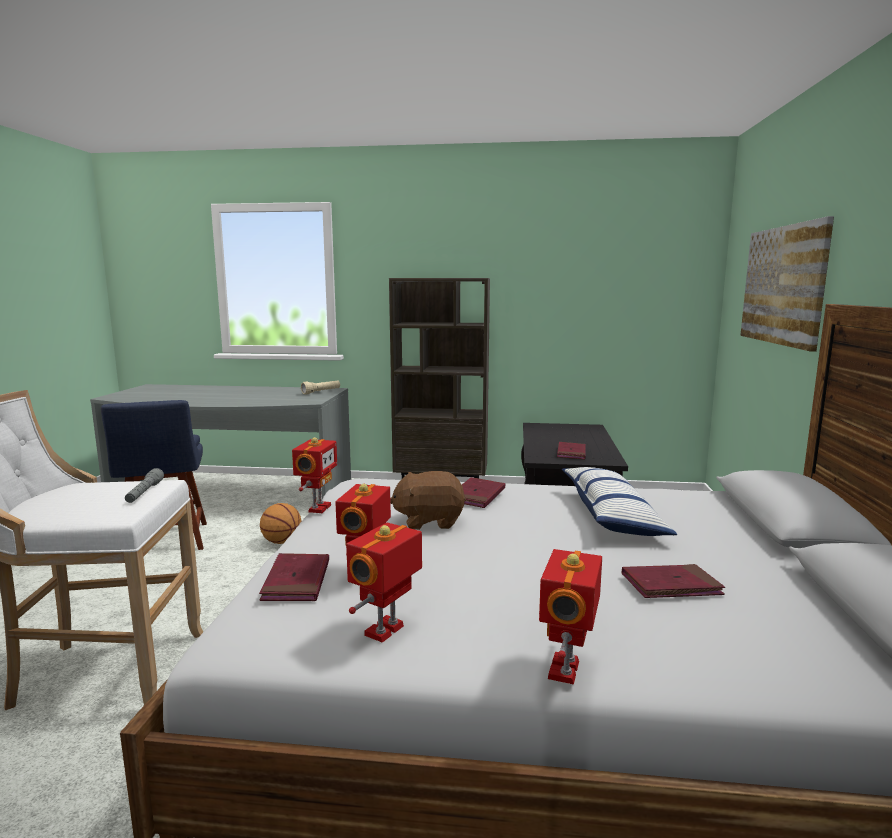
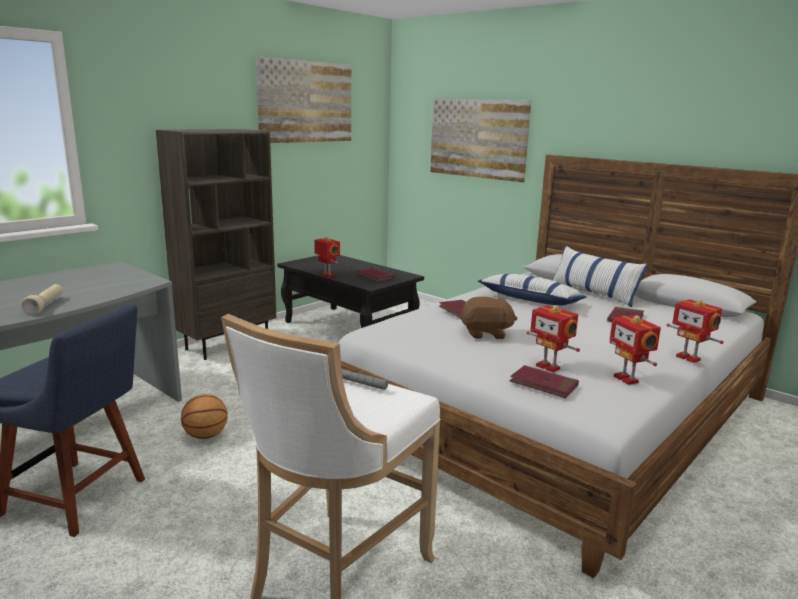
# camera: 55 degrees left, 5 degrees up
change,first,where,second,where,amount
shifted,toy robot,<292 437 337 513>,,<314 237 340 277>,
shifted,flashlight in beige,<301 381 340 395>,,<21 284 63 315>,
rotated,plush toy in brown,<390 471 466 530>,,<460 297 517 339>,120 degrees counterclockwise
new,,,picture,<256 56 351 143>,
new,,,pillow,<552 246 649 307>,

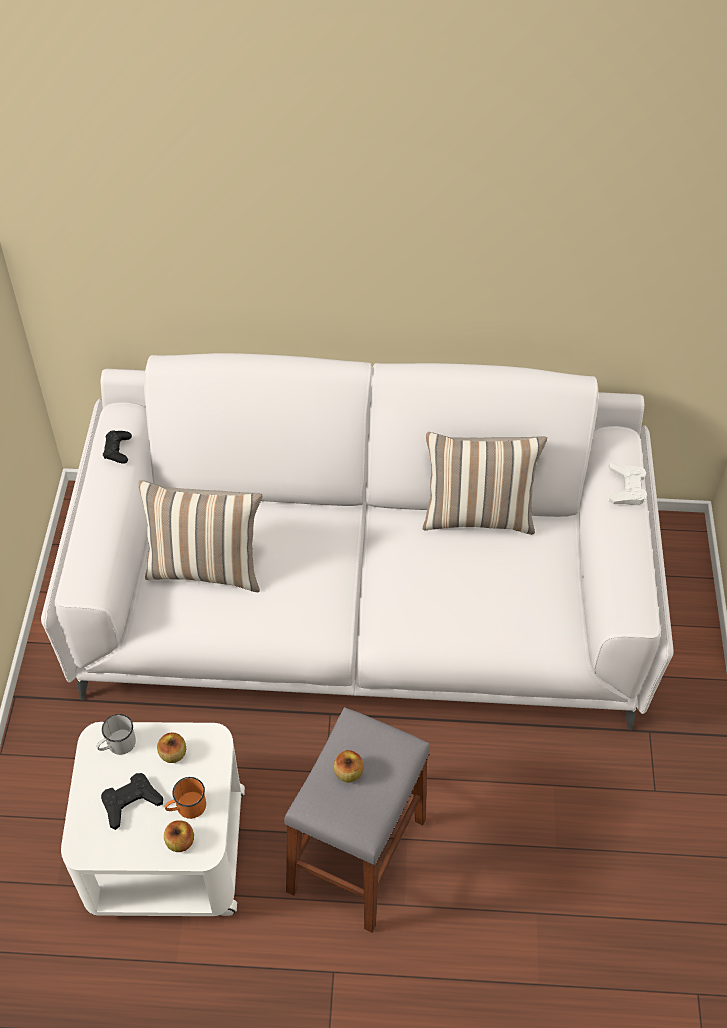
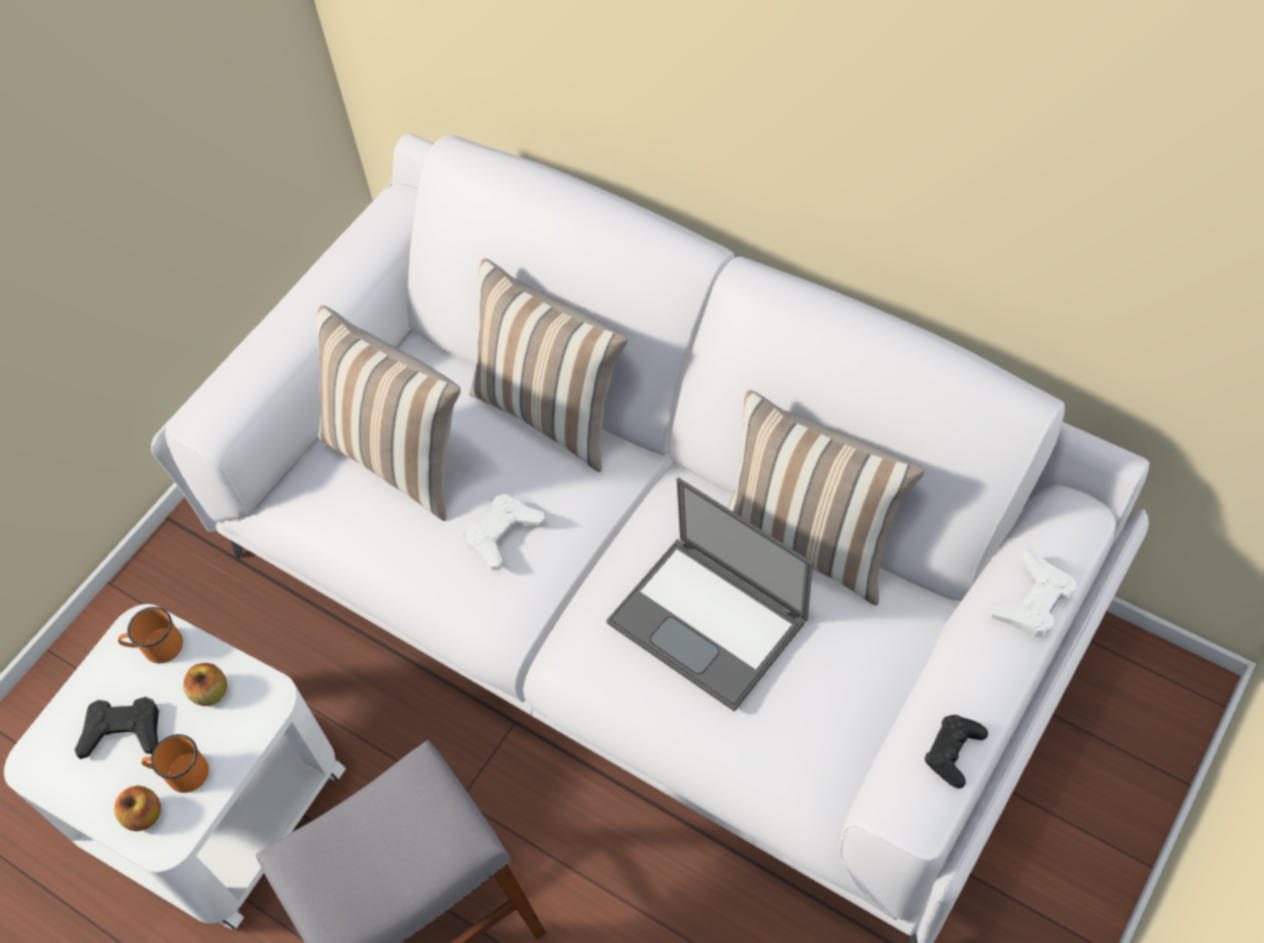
# camera: 35 degrees right, 5 degrees up
change,first,where,second,where,amount
repainted,mug in white,<97 714 136 755>,mug in orange,<118 607 183 664>,
shifted,game controller in black,<103 430 132 464>,,<925 715 988 789>,
gone,apple,<334 750 363 782>,,,
new,,,game controller in white,<463 494 546 571>,
new,,,pillow,<470 259 627 472>,
new,,,laptop,<606 478 813 712>,

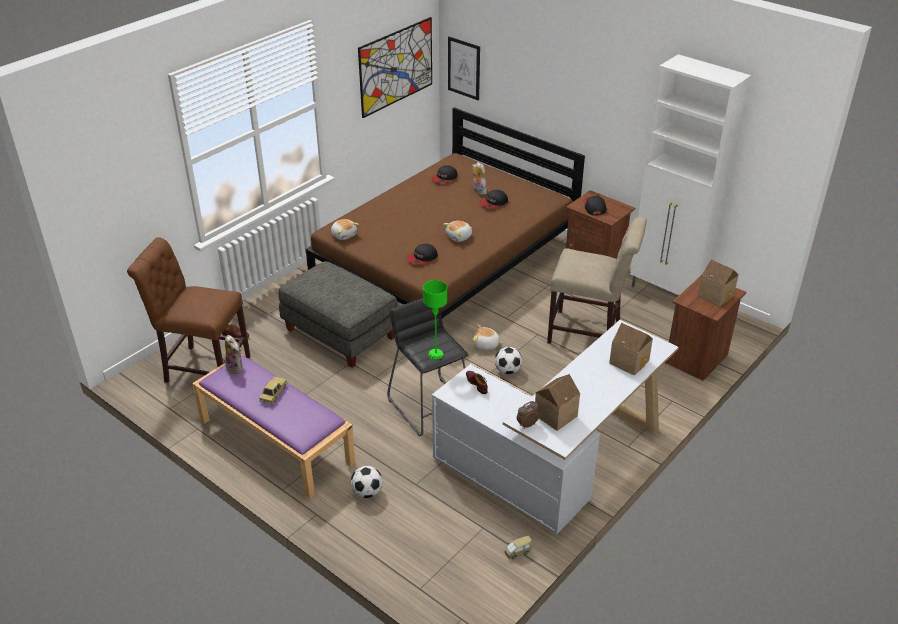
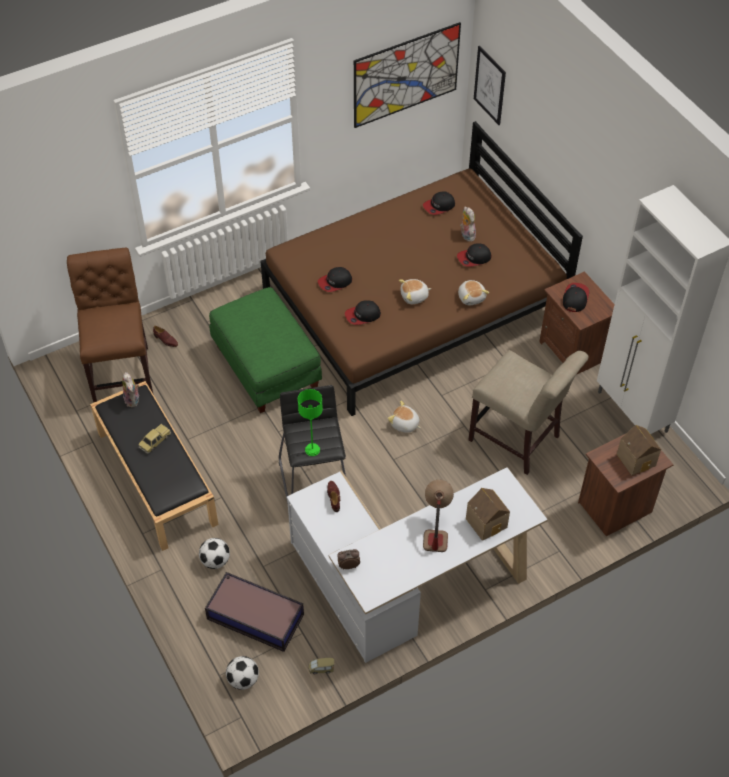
# camera: 20 degrees right, 15 degrees up
change,first,where,second,where,amount
rotated,chair in brown,<127 237 251 383>,,<67 248 154 402>,45 degrees clockwise
repainted,bench in purple,<192 354 355 499>,bench in black,<90 381 218 551>,
repainted,ottoman in grey,<279 261 398 368>,ottoman in green,<209 287 322 413>,
shifted,plush toy,<331 219 359 240>,,<458 280 489 305>,
shifted,football,<495 347 522 374>,,<226 656 259 690>,
gone,toy house,<535 374 580 431>,,,
new,,,storage box,<205 572 304 652>,
new,,,cap,<318 267 352 292>,
new,,,table lamp,<423 480 454 552>,

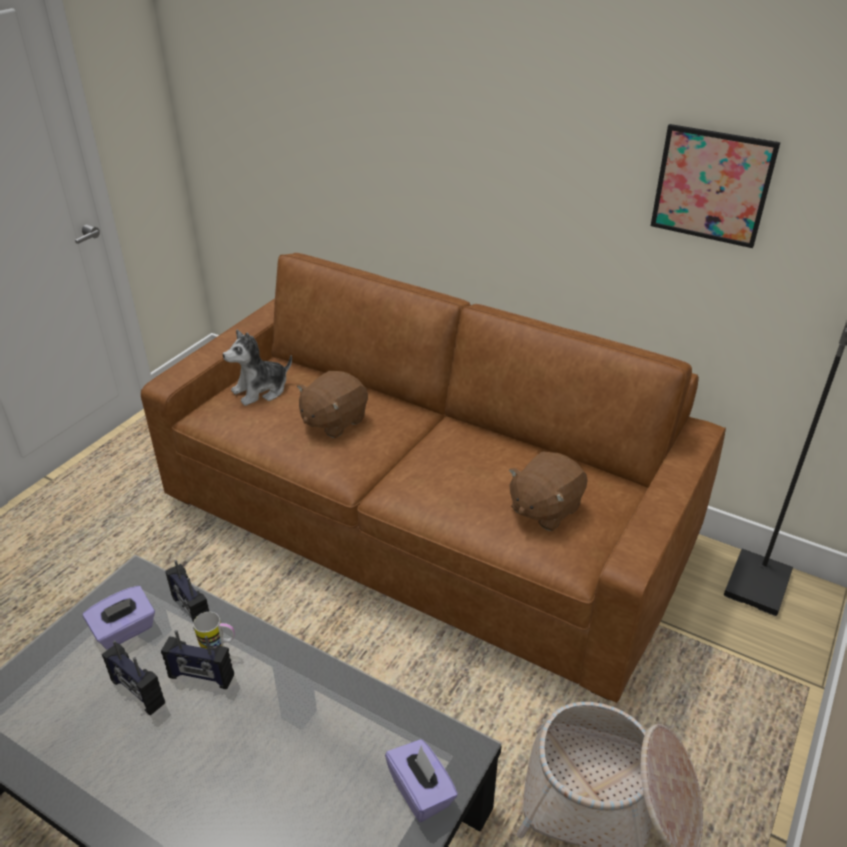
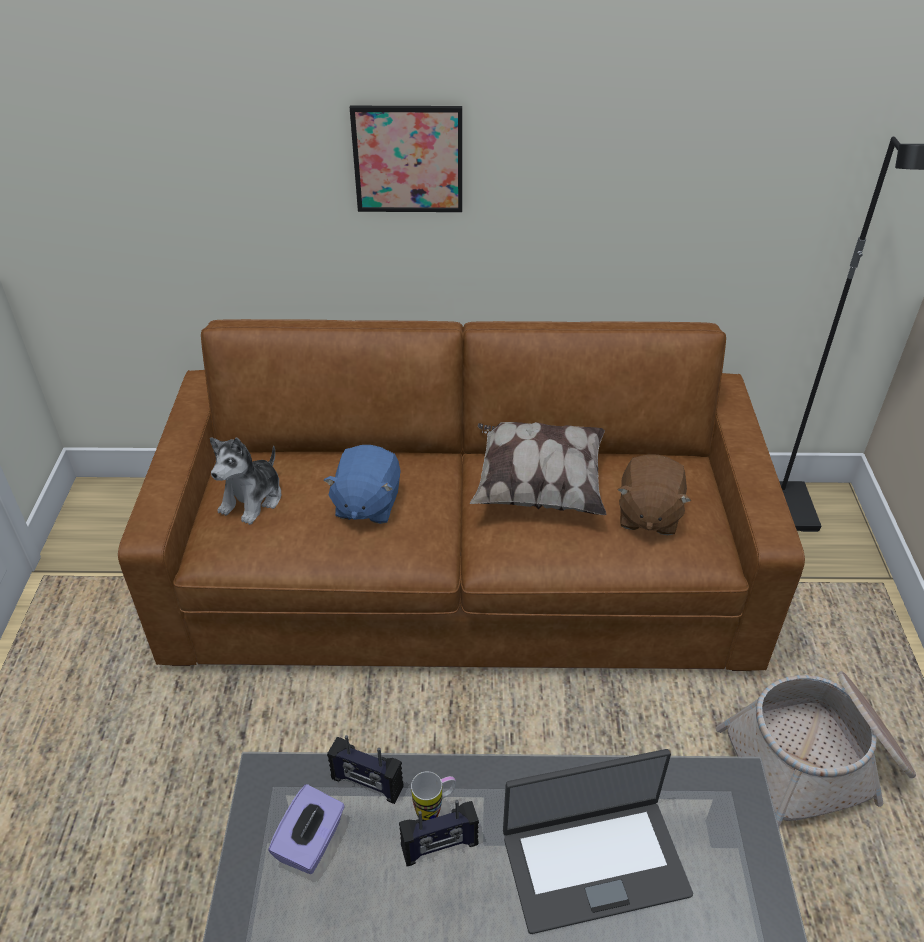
# camera: 30 degrees left, 5 degrees up
change,first,where,second,where,amount
gone,radio,<102 640 165 716>,,,
repainted,plush toy in brown,<297 371 368 438>,plush toy in blue,<323 445 401 524>,
gone,tissue box in purple,<385 739 458 822>,,,
shifted,picture,<651 124 780 248>,,<350 106 462 212>,
new,,,pillow,<470 422 607 515>,
new,,,laptop,<503 749 693 934>,

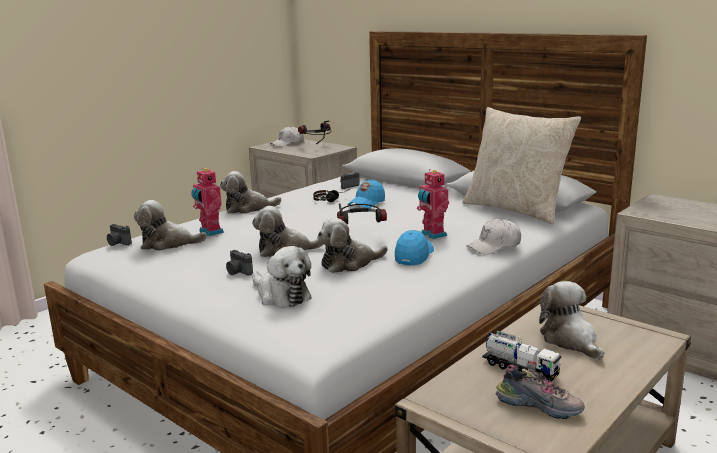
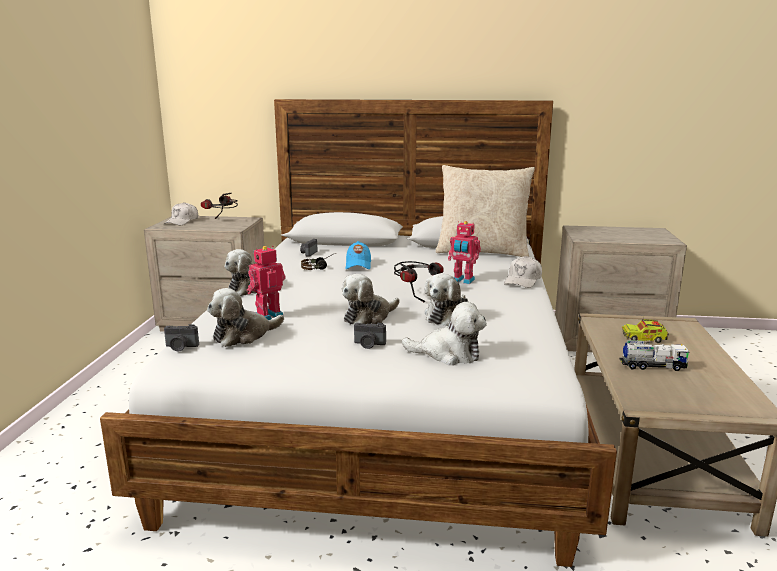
# camera: 35 degrees left, 0 degrees up
change,first,where,second,where,amount
rotated,toy robot,<191 168 224 236>,,<247 246 286 320>,120 degrees clockwise
gone,cap in blue,<395 230 434 266>,,,
gone,shoe,<495 365 585 419>,,,
swapped,plush toy,<539 281 604 360>,toy truck,<622 319 669 343>,

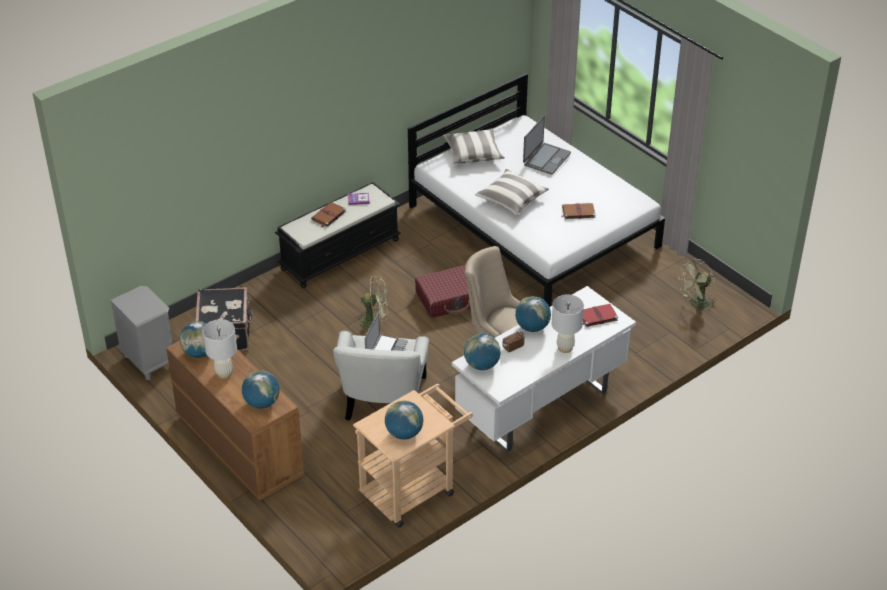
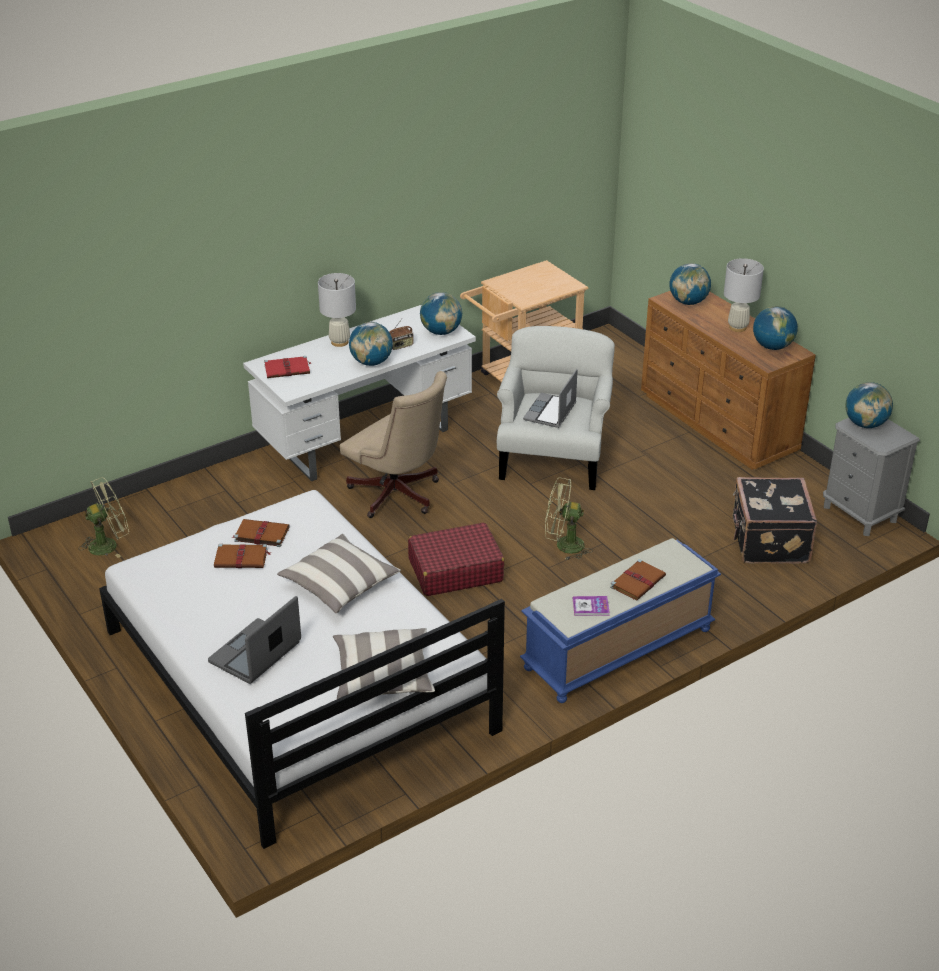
# camera: 175 degrees left, 5 degrees down
change,first,where,second,where,amount
repainted,bench in black,<275 182 401 288>,bench in blue,<520 538 721 703>,
shifted,globe,<385 401 424 440>,,<845 382 893 428>,
new,,,book in brown,<232 519 289 547>,

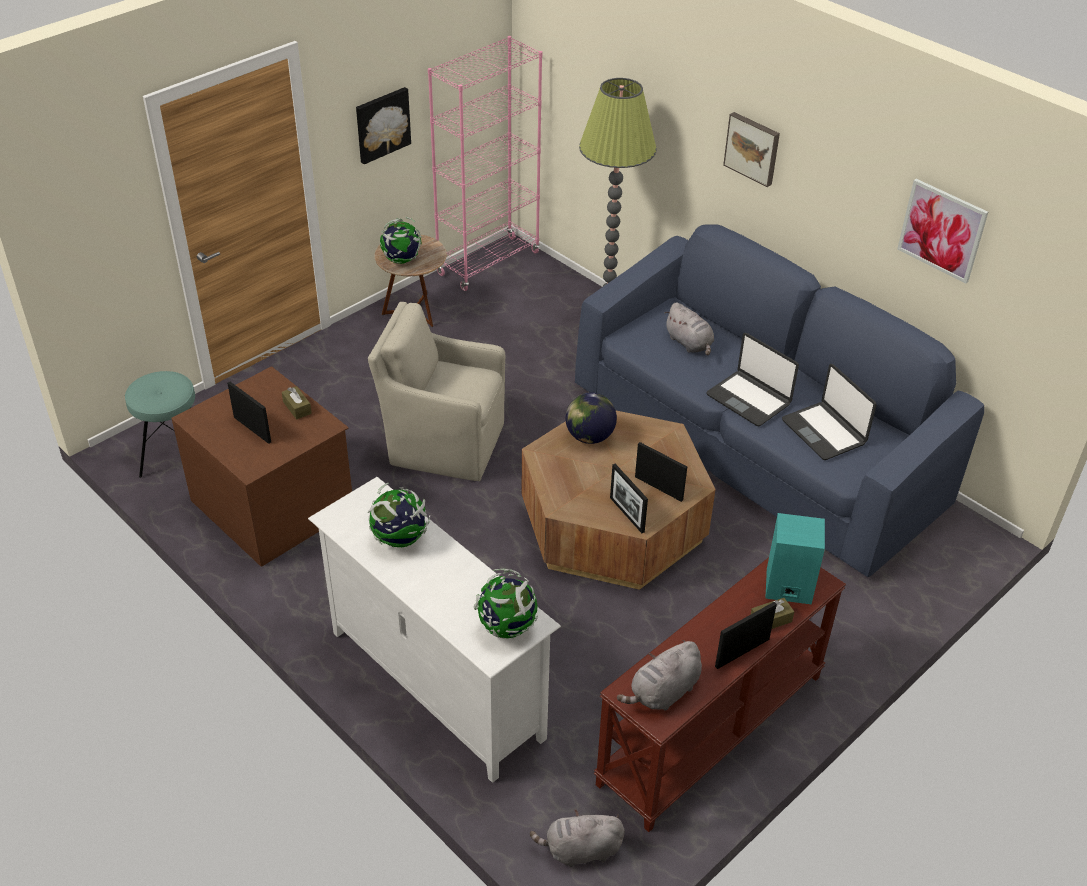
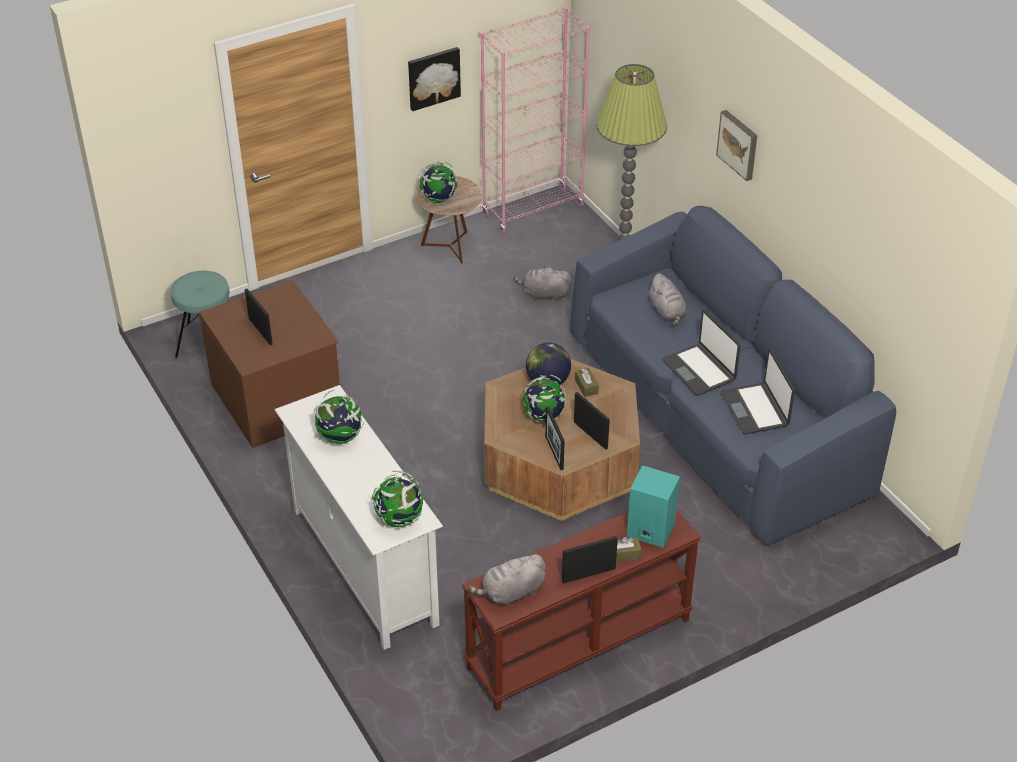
# camera: 15 degrees right, 0 degrees up
change,first,where,second,where,amount
shifted,tissue box in brown,<282 386 312 419>,,<575 368 599 397>,
gone,armchair in beige,<368 302 505 481>,,,
shifted,plush toy in grey,<530 810 625 867>,,<514 265 572 302>,
gone,picture,<897 179 988 283>,,,
new,,,globe,<523 375 567 423>,

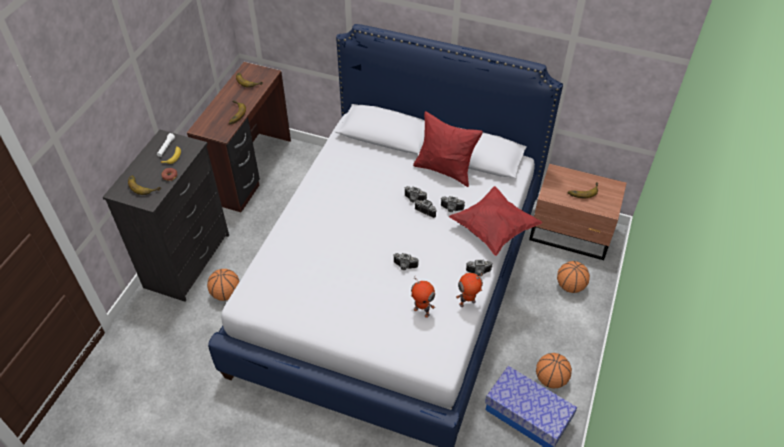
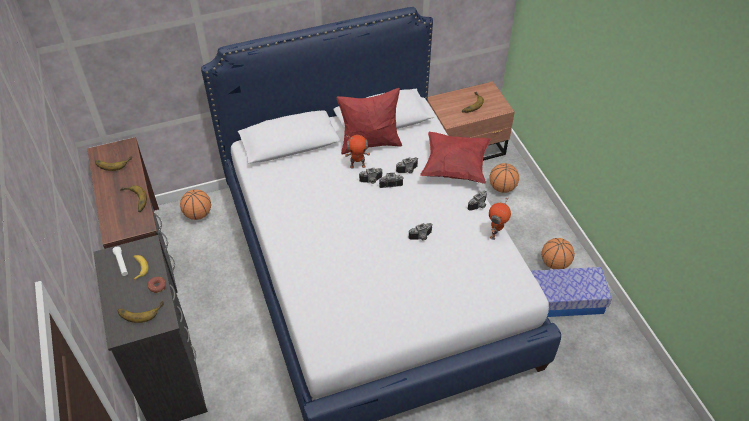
# camera: 40 degrees left, 0 degrees up
change,first,where,second,where,amount
shifted,basketball,<207 269 240 301>,,<180 189 211 220>,
shifted,toy robot,<410 277 435 318>,,<345 134 370 169>,

